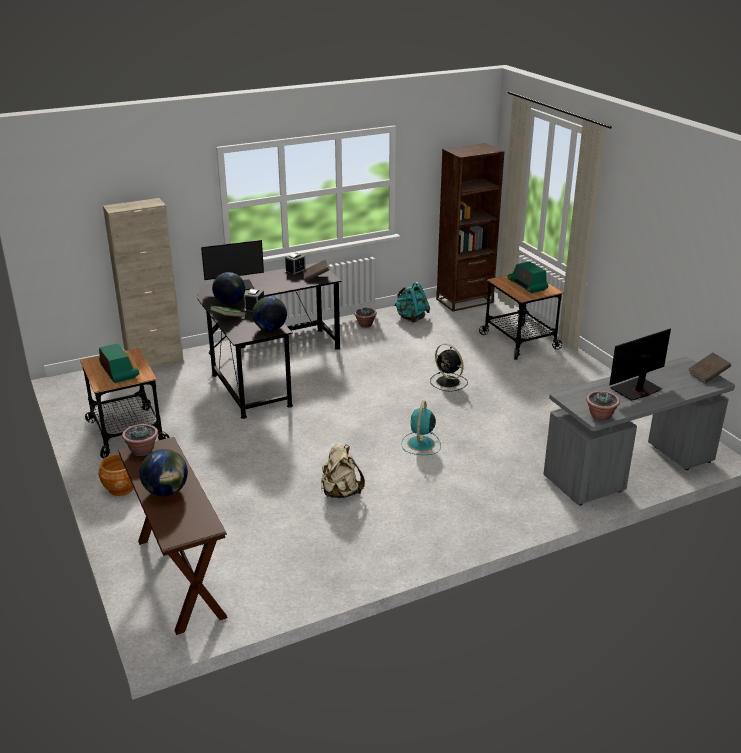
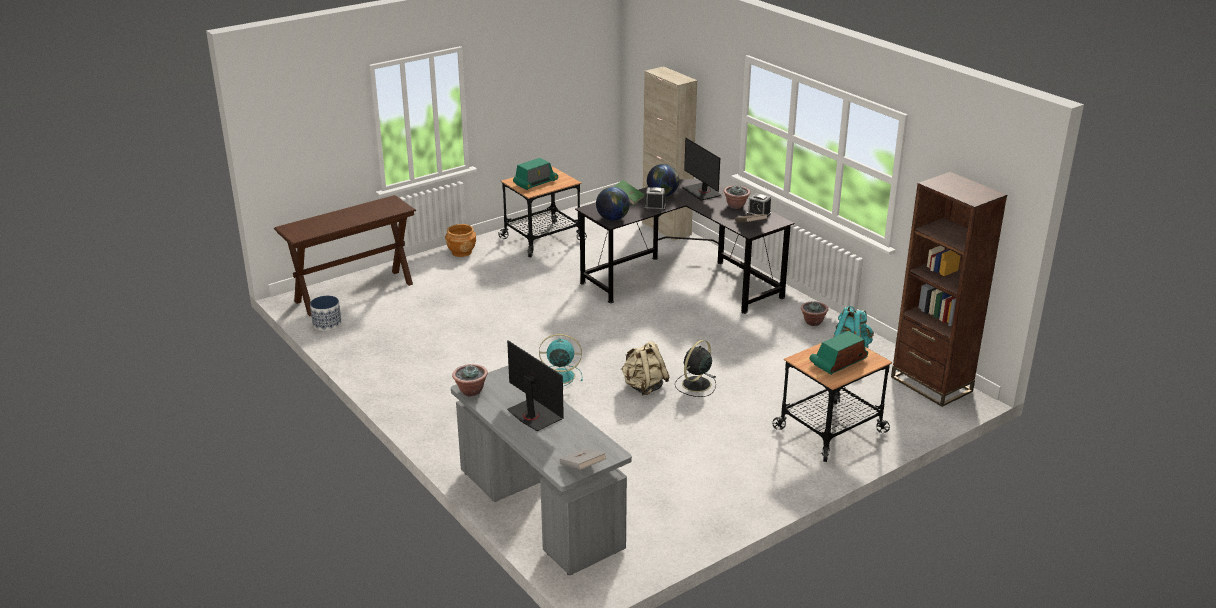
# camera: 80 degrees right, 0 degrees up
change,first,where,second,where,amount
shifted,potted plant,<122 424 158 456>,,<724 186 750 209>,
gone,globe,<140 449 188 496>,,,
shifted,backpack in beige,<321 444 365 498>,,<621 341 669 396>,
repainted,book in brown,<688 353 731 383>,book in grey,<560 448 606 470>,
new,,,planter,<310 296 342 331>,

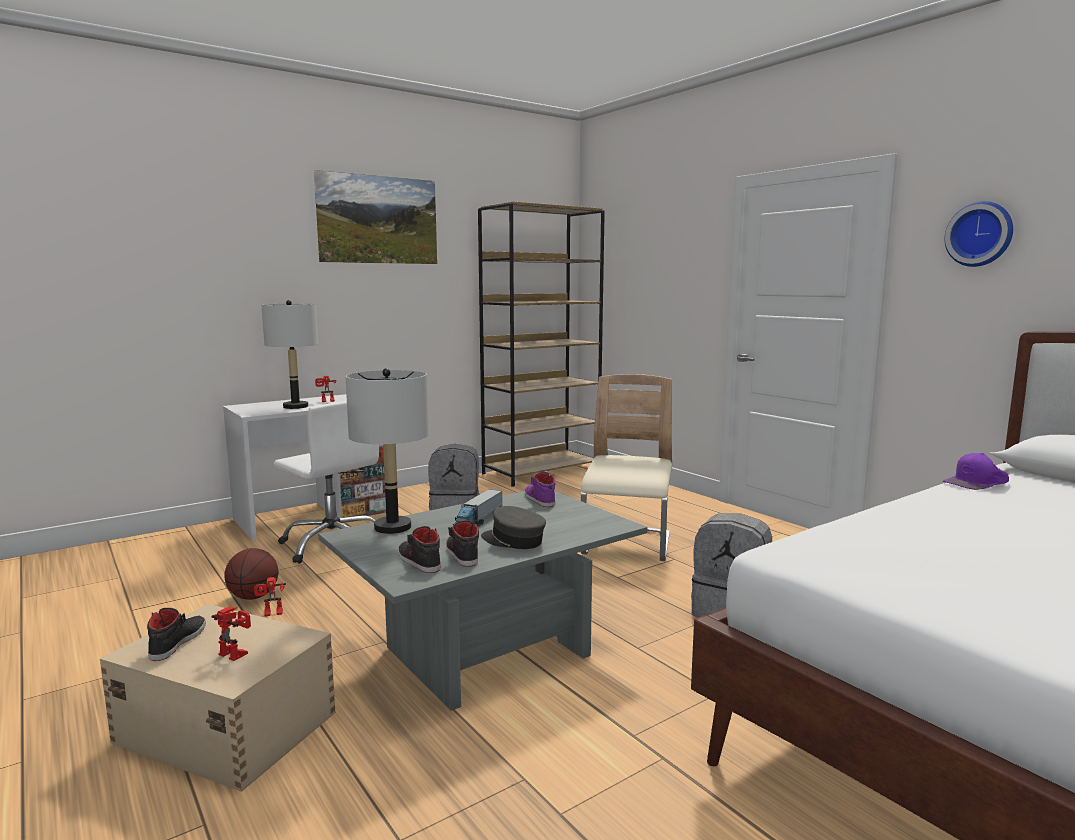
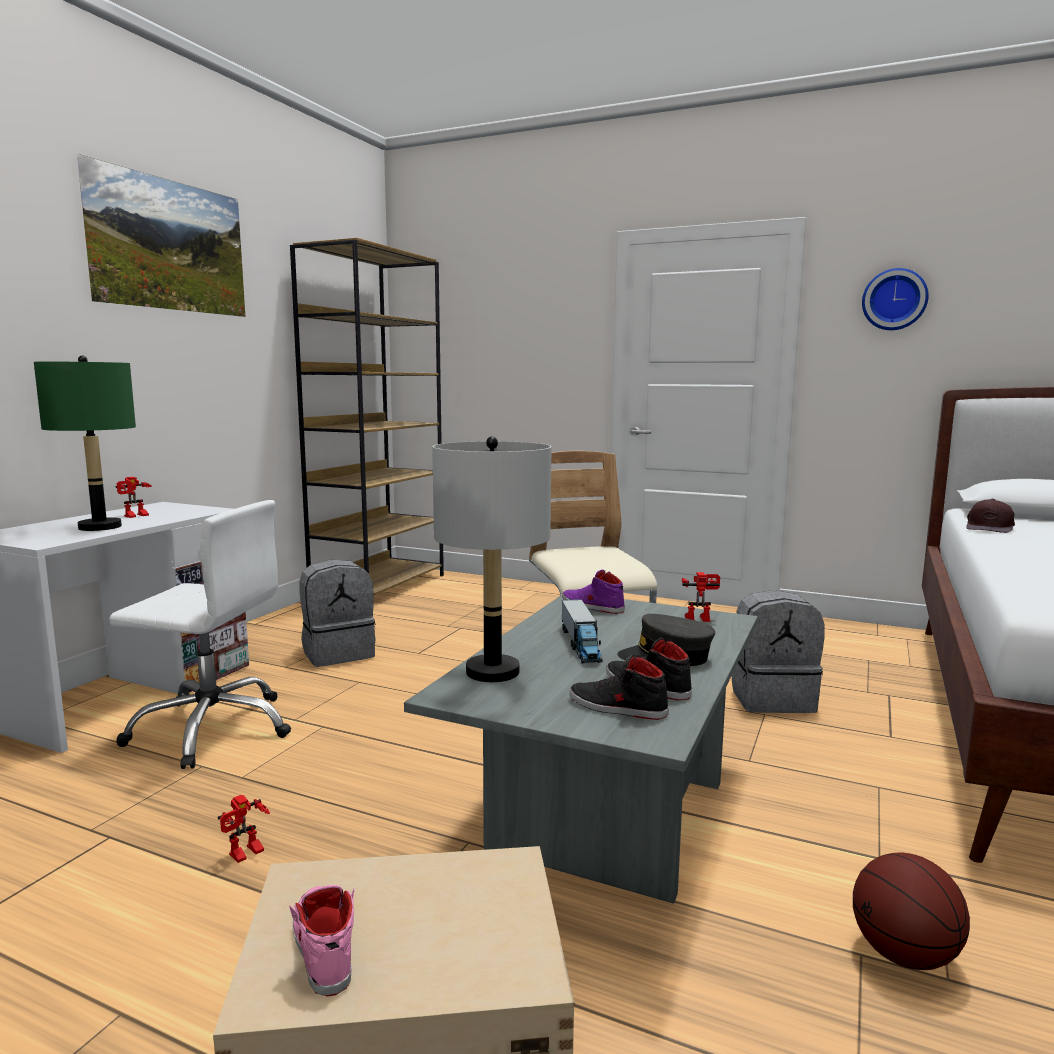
# camera: 30 degrees left, 0 degrees up
change,first,where,second,where,amount
repainted,shoe in black,<147 608 206 661>,shoe in pink,<289 885 355 996>,
shifted,toy robot,<211 606 251 661>,,<682 572 720 622>,
shifted,basketball,<224 548 279 600>,,<853 853 970 970>,
repainted,table lamp in grey,<261 300 318 409>,table lamp in green,<34 356 136 531>,
repainted,cap in purple,<943 453 1009 490>,cap in brown,<966 499 1015 533>,

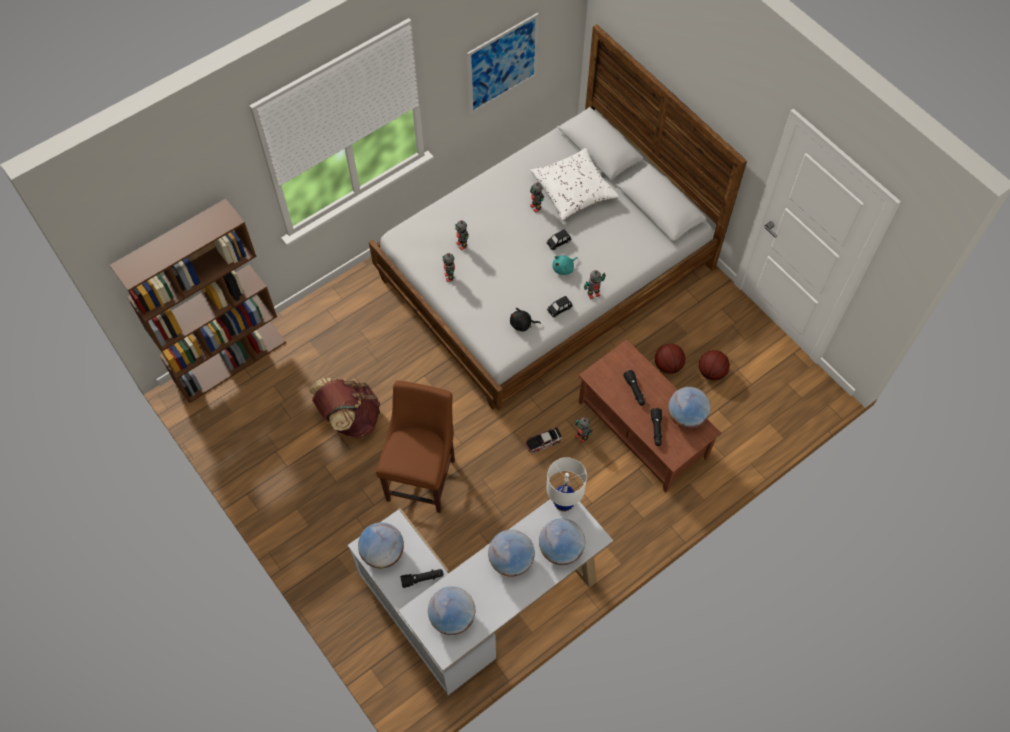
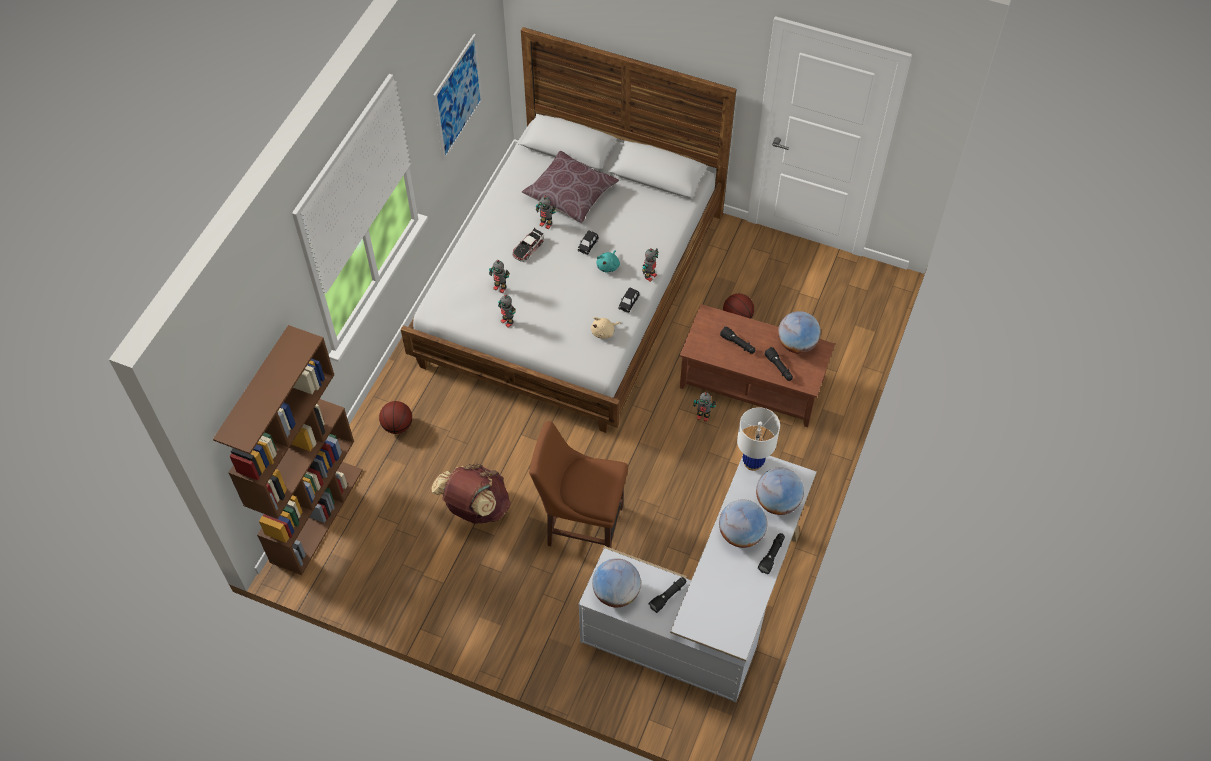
# camera: 30 degrees left, 5 degrees down
change,first,where,second,where,amount
rotated,chair in brown,<376 381 455 513>,,<529 421 628 548>,60 degrees counterclockwise
gone,globe,<428 586 475 635>,,,
repainted,plush toy in black,<510 308 541 332>,plush toy in beige,<591 317 621 339>,
shifted,toy car,<526 427 562 454>,,<512 228 544 262>,
repainted,pillow in white,<531 148 619 220>,pillow in brown,<522 151 619 223>,
shifted,basketball,<699 350 730 380>,,<379 401 412 434>,
new,,,flashlight in black,<758 533 785 574>,

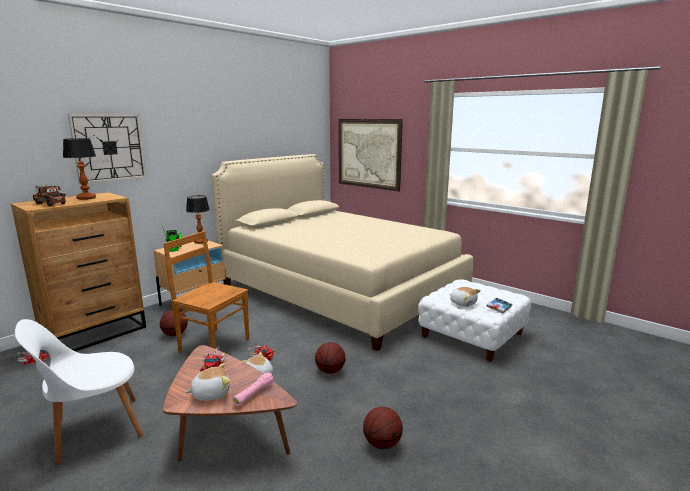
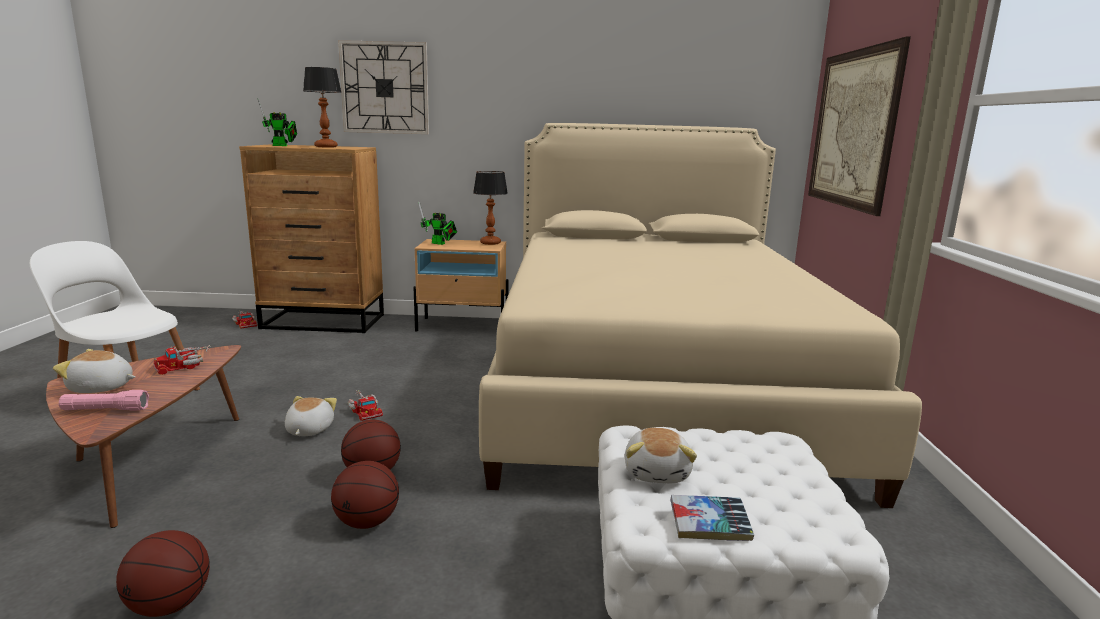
# camera: 50 degrees right, 0 degrees up
change,first,where,second,where,amount
swapped,toy truck,<33 185 66 206>,toy robot,<257 98 297 146>,
shifted,basketball,<160 310 188 336>,,<331 461 399 529>,
gone,chair in brown,<164 231 249 352>,,,
rotated,plush toy,<185 363 230 401>,,<53 349 135 393>,150 degrees clockwise

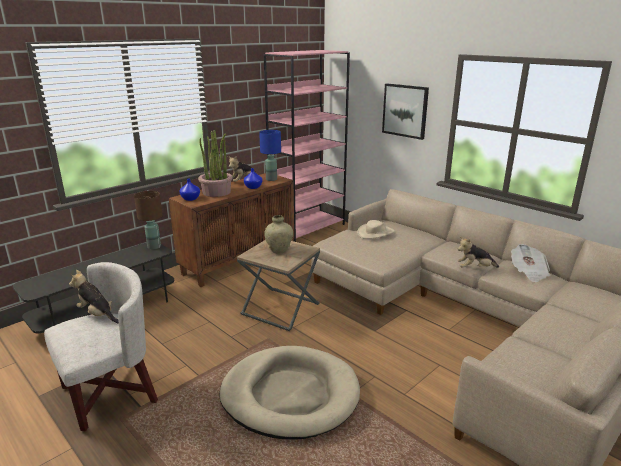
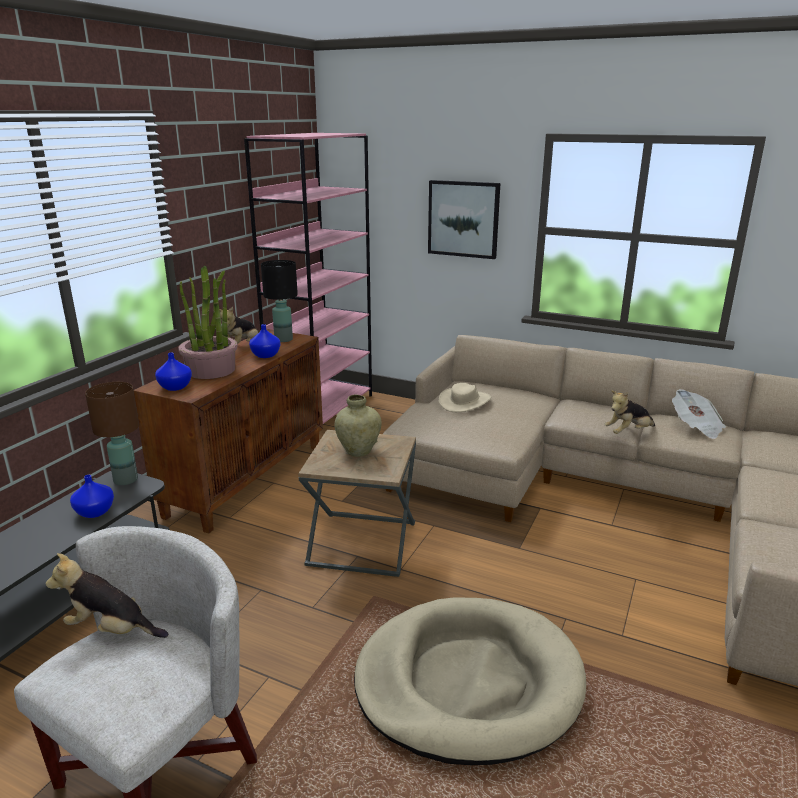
# camera: 20 degrees left, 0 degrees up
change,first,where,second,where,amount
repainted,table lamp in blue,<259 130 281 181>,table lamp in black,<261 260 298 342>,
new,,,vase in blue,<70 475 114 518>,

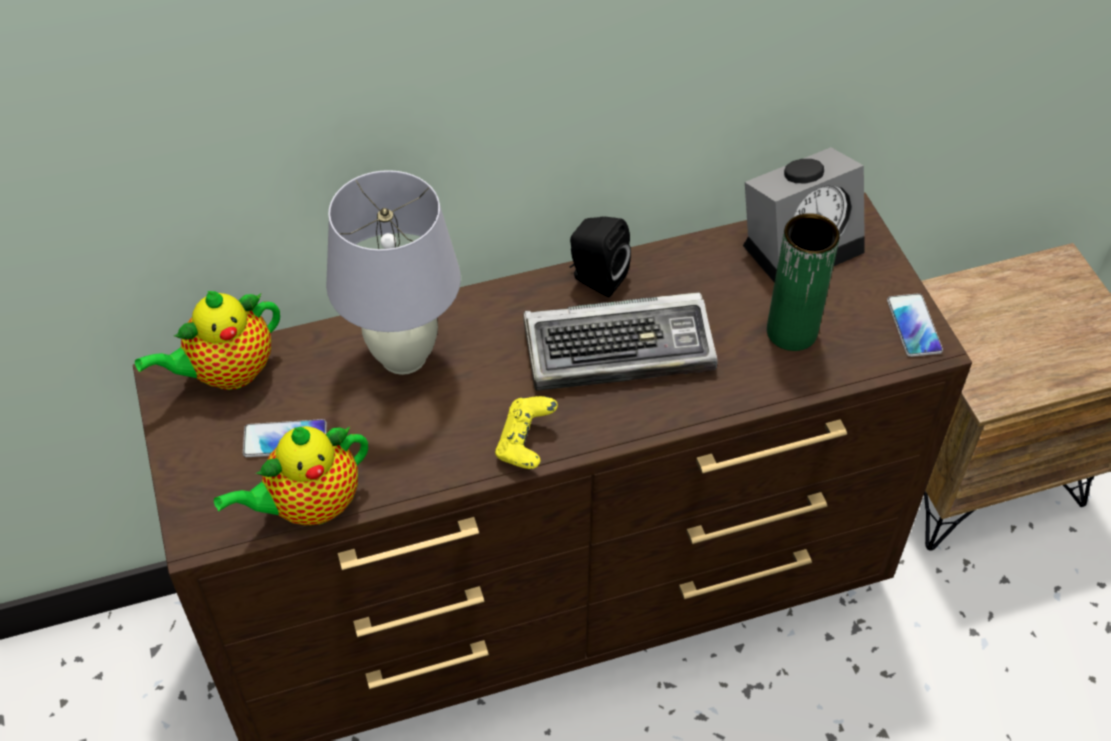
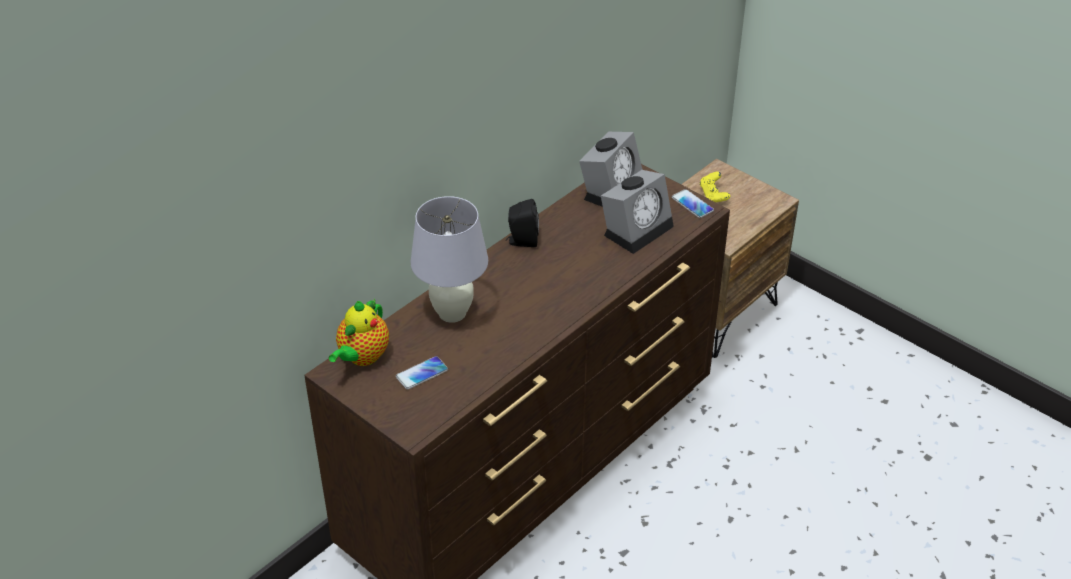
# camera: 30 degrees left, 10 degrees down
change,first,where,second,where,amount
gone,teapot,<214 426 368 525>,,,
shifted,game controller in yellow,<495 396 558 469>,,<700 172 730 202>,
gone,keyboard,<523 292 718 391>,,,
swapped,vase in green,<767 213 840 351>,alarm clock,<601 170 674 254>,

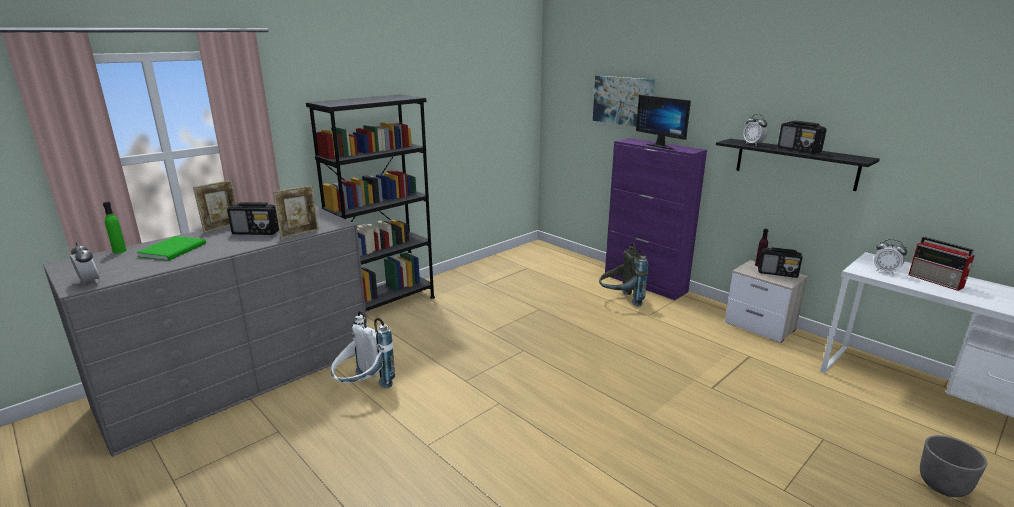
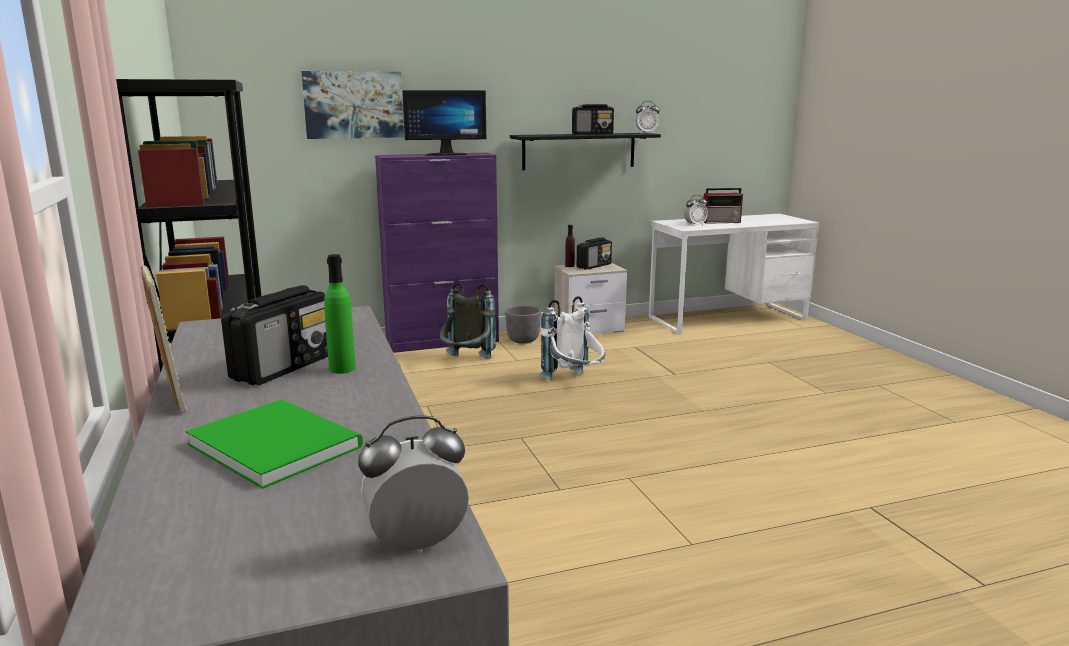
# camera: 65 degrees left, 5 degrees down
change,first,where,second,where,amount
shifted,bottle in green,<103 202 127 254>,,<324 254 356 374>,
gone,picture frame,<273 185 319 239>,,,
shifted,backpack in white,<331 311 395 388>,,<539 296 605 381>,
shifted,alarm clock,<743 114 768 146>,,<636 101 659 133>,
shifted,planter in grey,<920 435 987 497>,,<505 306 541 344>,

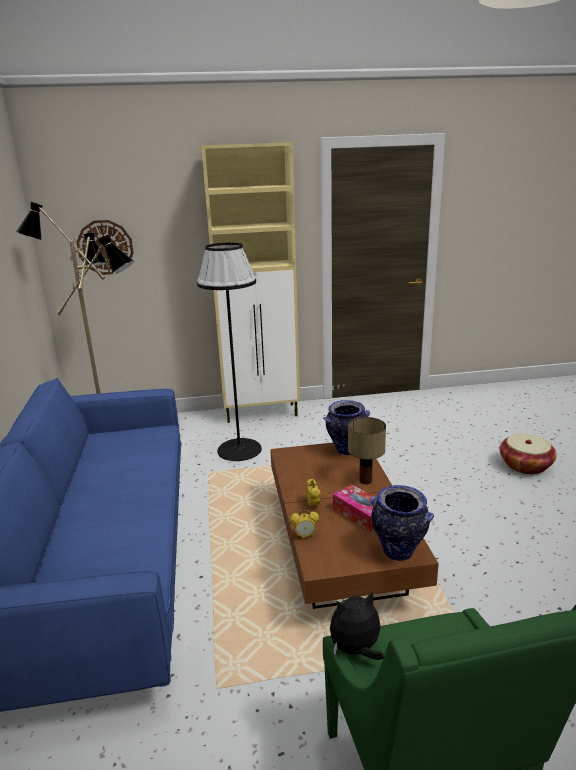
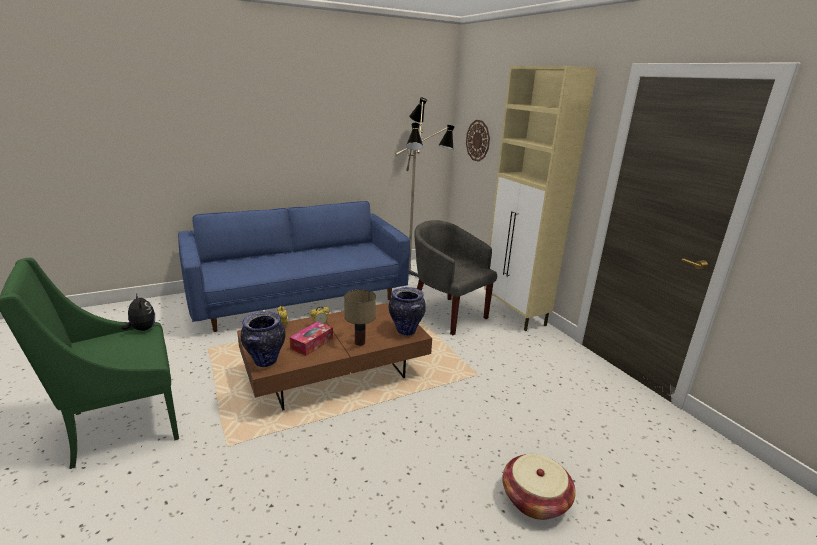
# camera: 70 degrees right, 0 degrees up
change,first,where,second,where,amount
swapped,floor lamp in black,<197 243 262 461>,armchair in grey,<414 220 497 335>,

